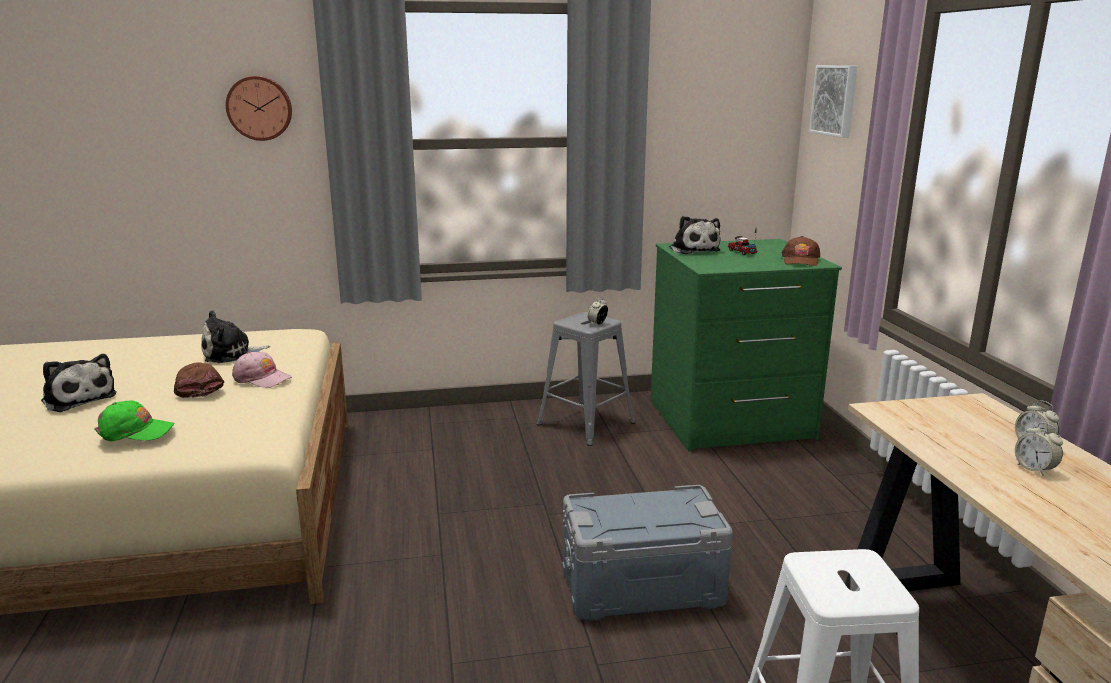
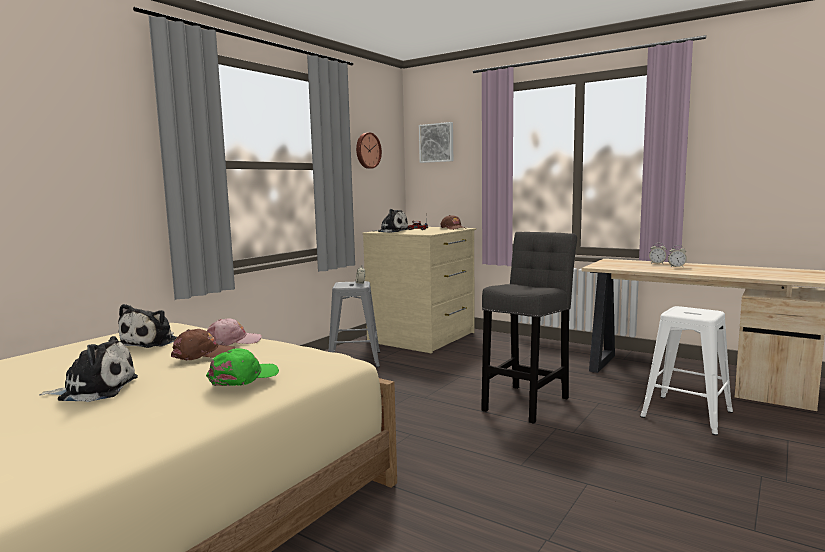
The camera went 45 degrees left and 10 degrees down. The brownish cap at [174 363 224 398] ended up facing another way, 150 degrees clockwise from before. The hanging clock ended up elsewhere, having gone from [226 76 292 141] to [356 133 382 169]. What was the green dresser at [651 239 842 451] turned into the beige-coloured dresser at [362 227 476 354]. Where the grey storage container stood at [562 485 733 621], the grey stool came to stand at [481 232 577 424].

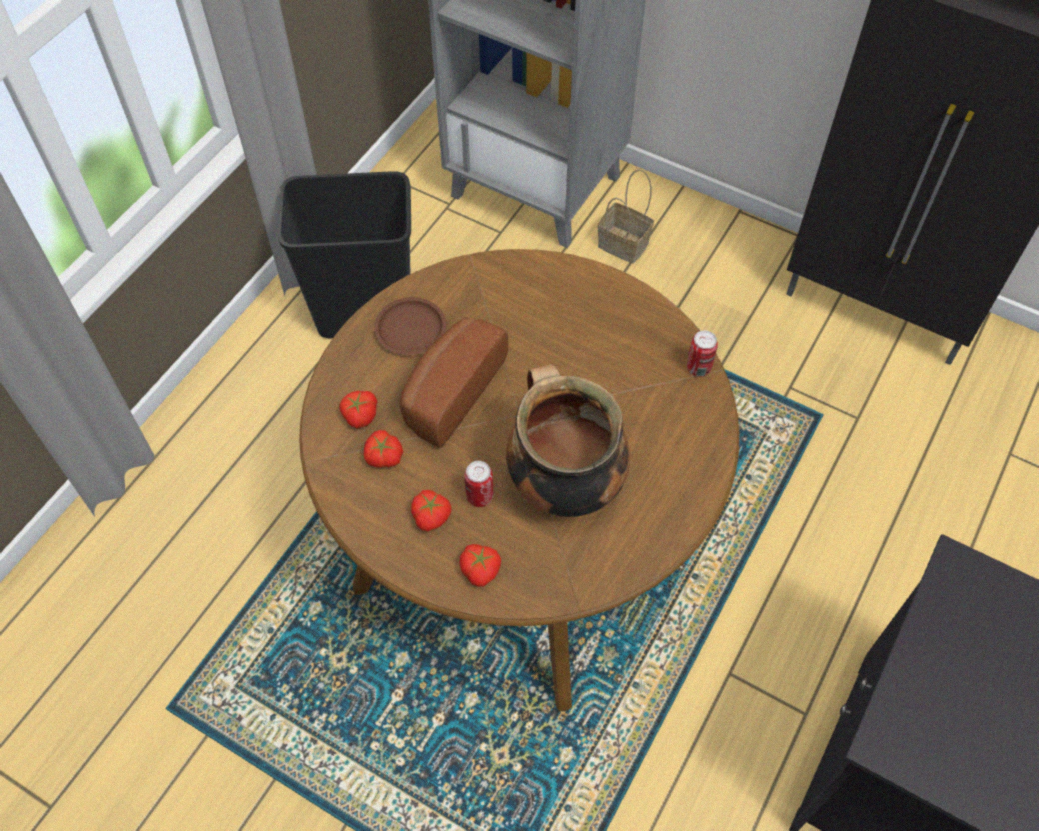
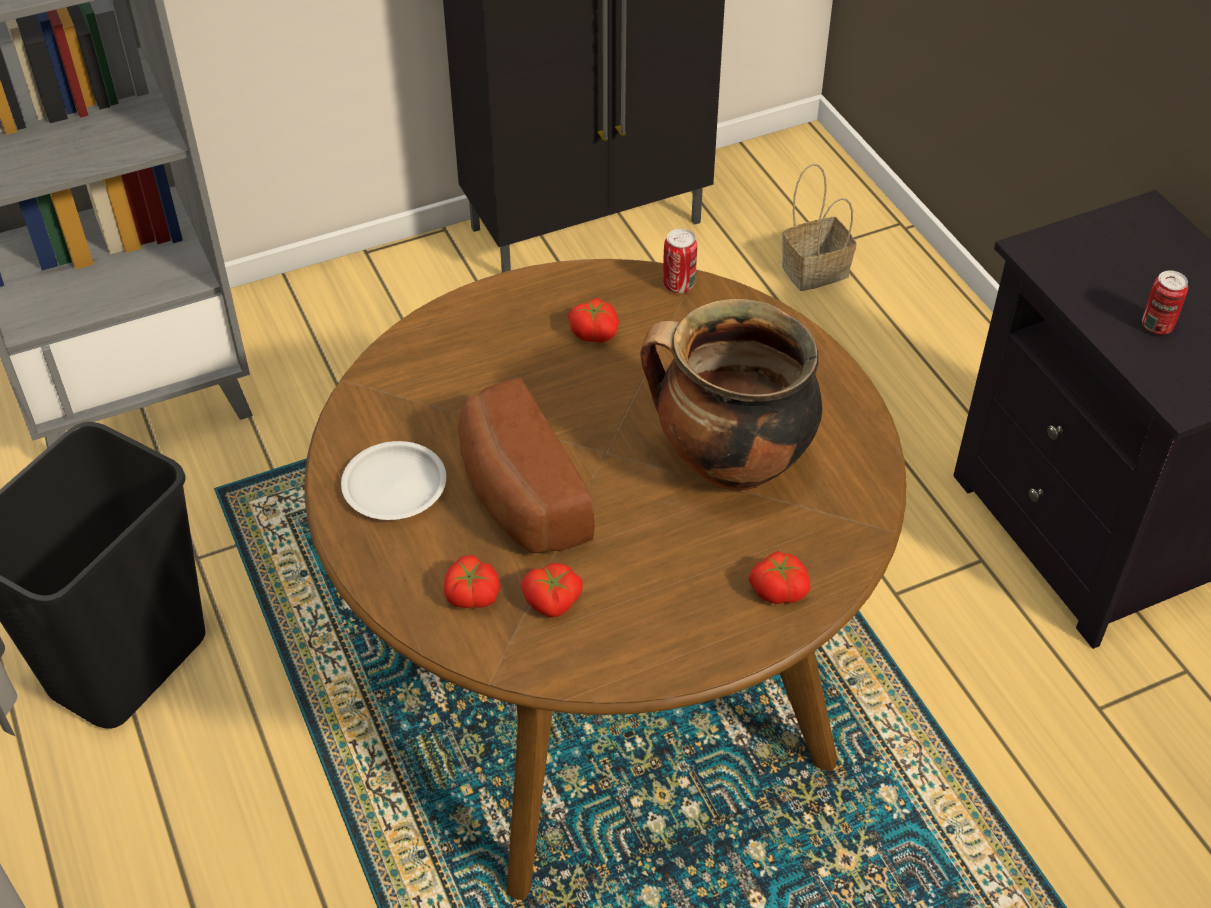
The camera went 55 degrees left and 10 degrees down. What was the brownish plate at [374 297 446 355] turned into the white-coloured plate at [341 441 446 520]. The whole tomato ended up elsewhere, having gone from [411 490 451 531] to [568 298 619 343]. The storage basket ended up elsewhere, having gone from [598 169 654 263] to [782 164 856 291]. The sealed can ended up elsewhere, having gone from [464 461 493 507] to [1142 270 1188 335].

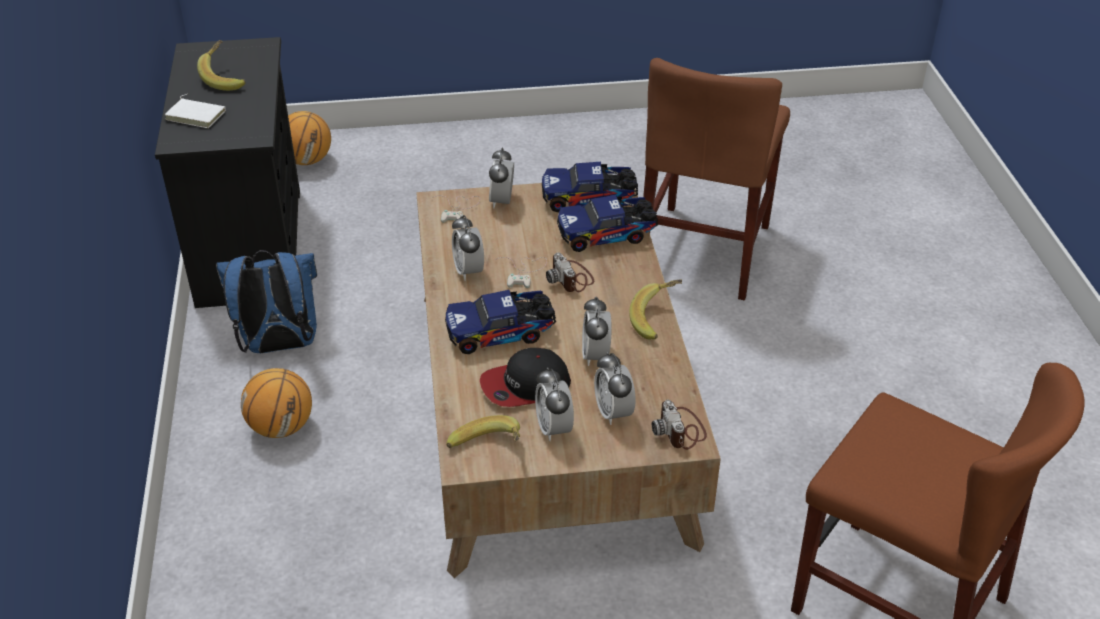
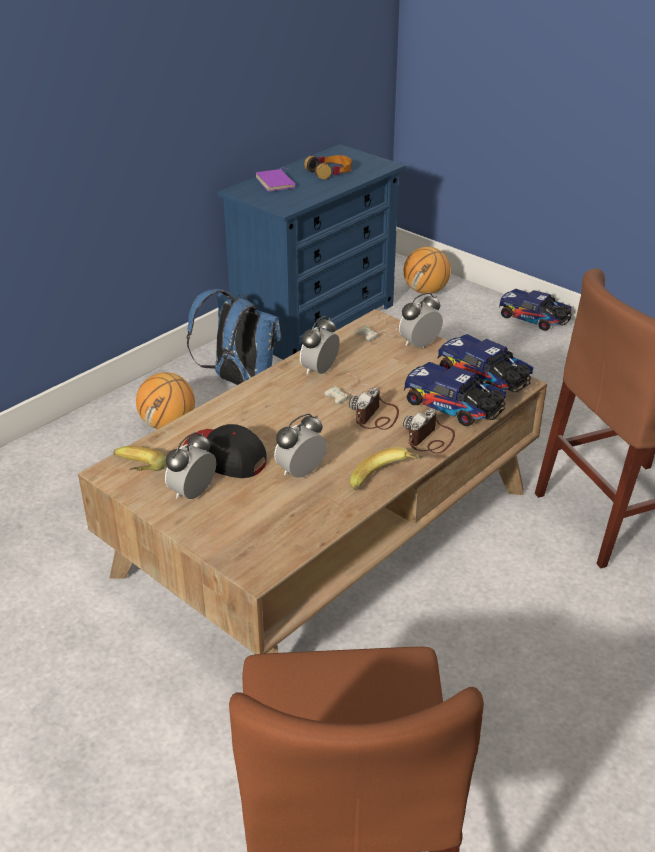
The camera went 50 degrees right and 5 degrees down. What was the blackish dresser at [155 37 300 308] turned into the bluish dresser at [218 144 406 360]. What was the white-coloured volume at [165 94 226 128] turned into the purple volume at [256 168 295 192]. Where the banana fruit stood at [197 40 245 91], the headset came to stand at [304 155 352 180]. The still camera ended up elsewhere, having gone from [652 400 707 450] to [403 408 455 454]. The model truck ended up elsewhere, having gone from [445 290 556 354] to [499 289 572 331]. The second view lost the alarm clock at [594 352 636 425].

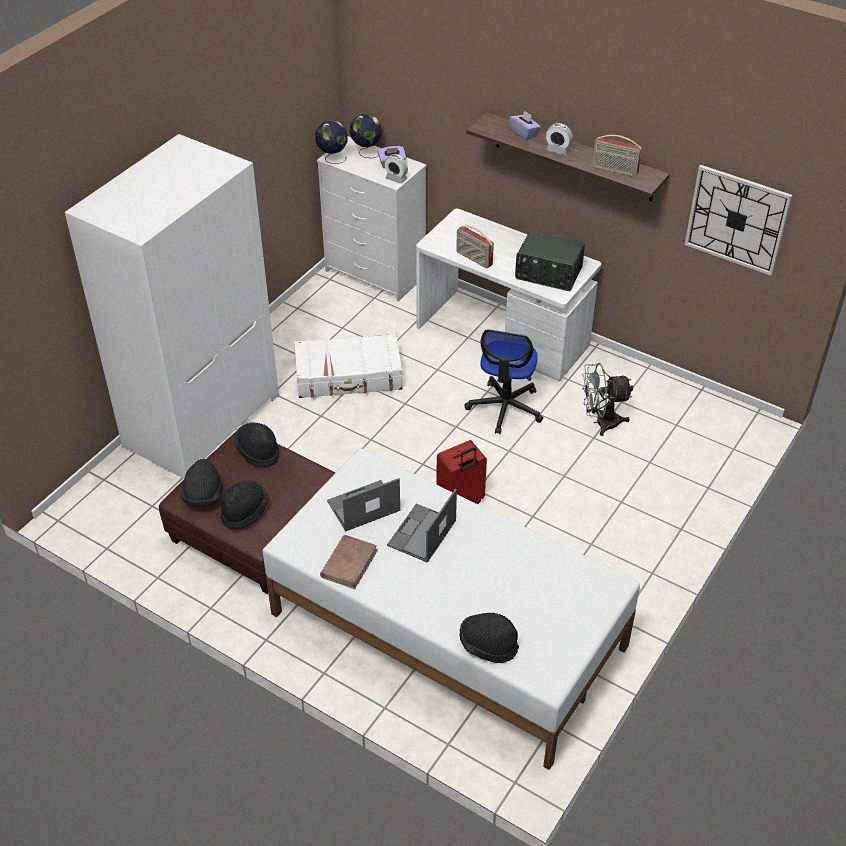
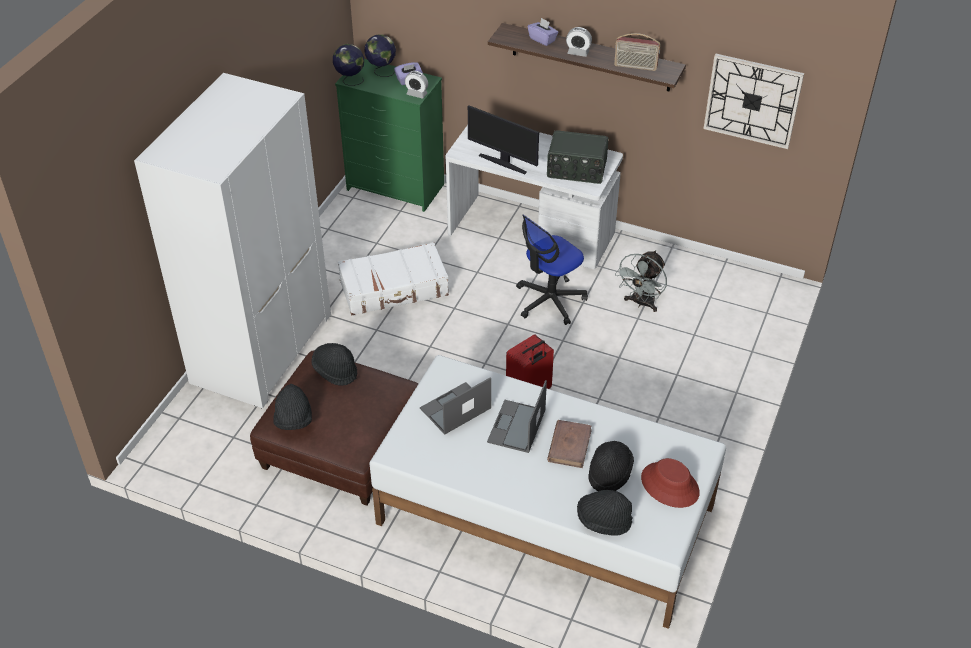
The camera went 10 degrees left and 0 degrees up. What was the white-coloured dresser at [317 136 426 302] turned into the green dresser at [335 59 444 212]. Where the radio receiver stood at [456 226 494 269], the monitor came to stand at [468 105 539 174]. The office chair at [465 330 543 434] ended up facing another way, 45 degrees clockwise from before. The brownish volume ended up elsewhere, having gone from [320 535 378 589] to [547 420 592 468]. The blackish wearable hat ended up elsewhere, having gone from [221 481 268 530] to [588 441 634 491]. The grey electric fan at [582 363 633 436] ended up facing another way, 45 degrees counterclockwise from before. The second view gained the reddish wearable hat at [641 458 700 508].

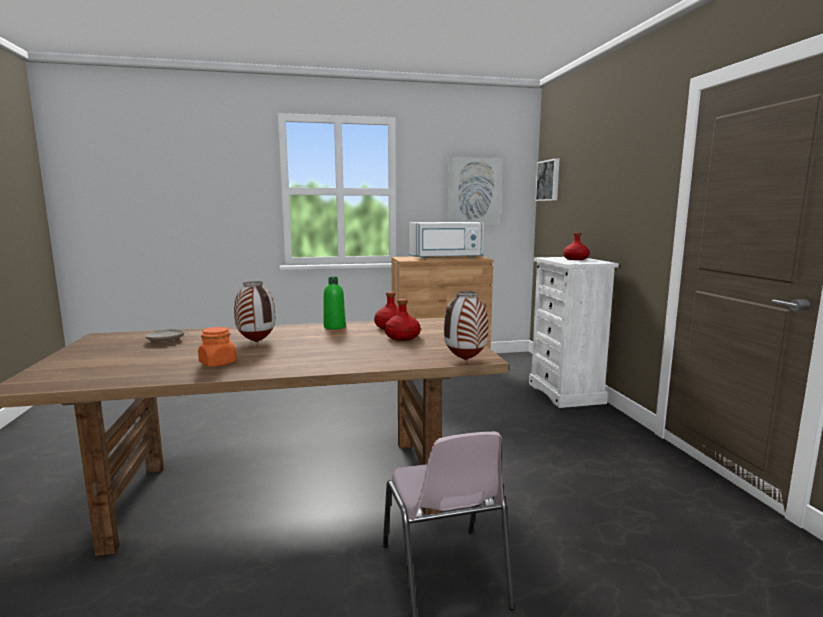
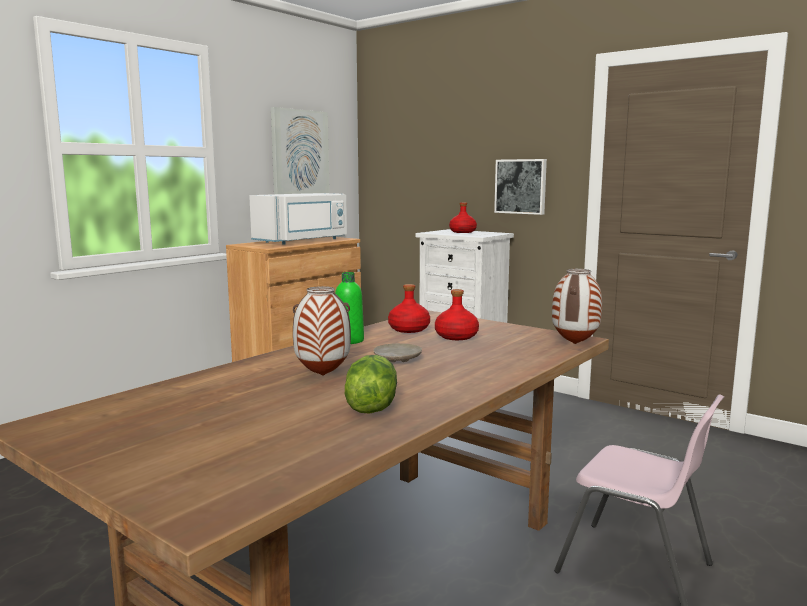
The camera went 40 degrees left and 0 degrees up. Where the orange preserve jar stood at [198 327 237 367], the head of lettuce came to stand at [345 355 397 414]. The beige-coloured plate ended up elsewhere, having gone from [145 329 184 343] to [373 343 422 362]. The picture ended up elsewhere, having gone from [535 159 559 201] to [494 159 547 215].

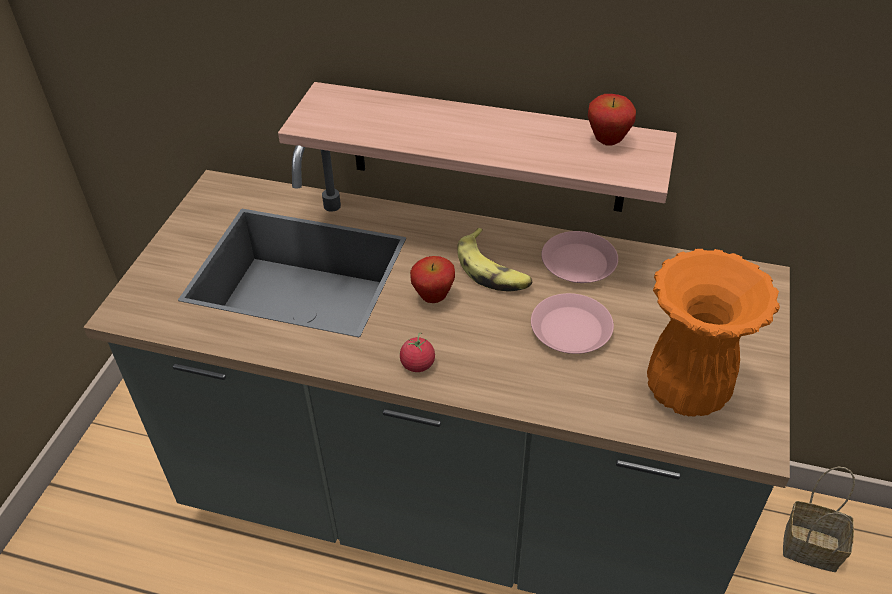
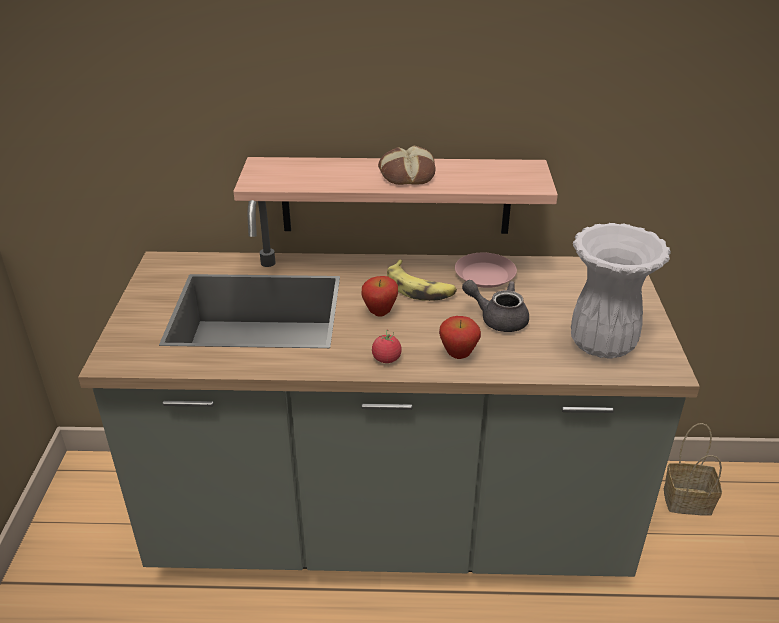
The camera went 15 degrees left and 10 degrees down. The second view gained the bakery bread at [378 146 435 185]. The apple fruit ended up elsewhere, having gone from [588 94 636 146] to [439 316 481 359]. Where the pinkish plate stood at [531 293 614 354], the grey teapot came to stand at [462 280 529 332]. What was the orange decorative vase at [647 249 780 416] turned into the white-coloured decorative vase at [571 223 671 359].

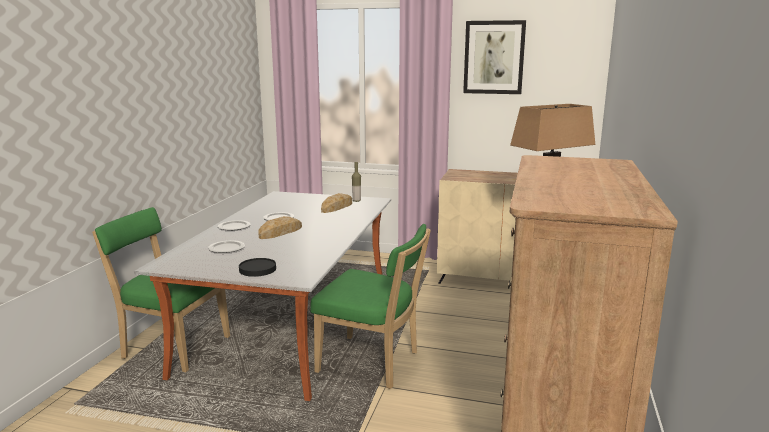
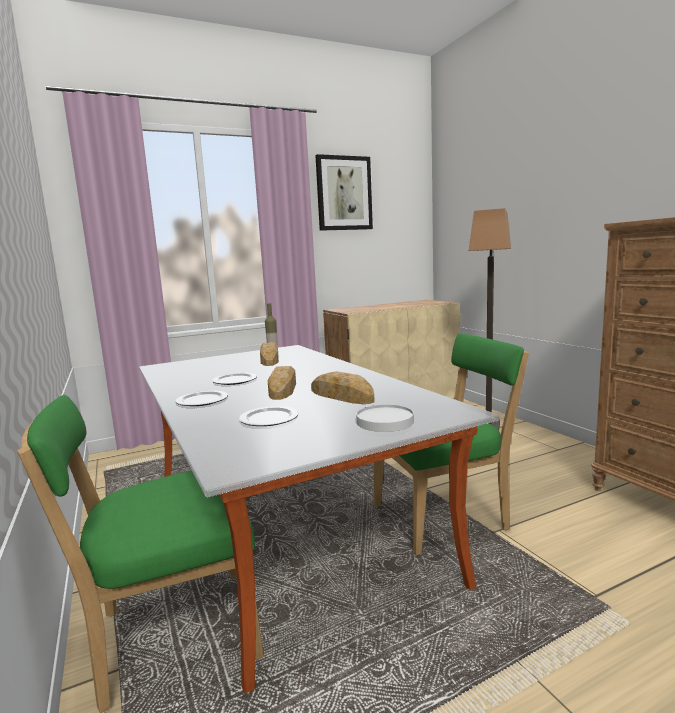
The camera went 40 degrees left and 5 degrees down. The second view gained the bakery bread at [311 371 375 404]. What was the blackish plate at [239 258 276 277] turned into the white-coloured plate at [356 404 414 432].

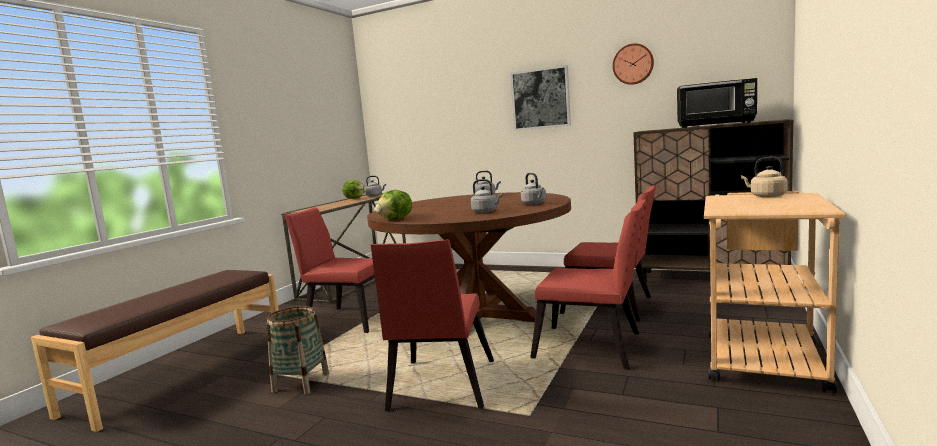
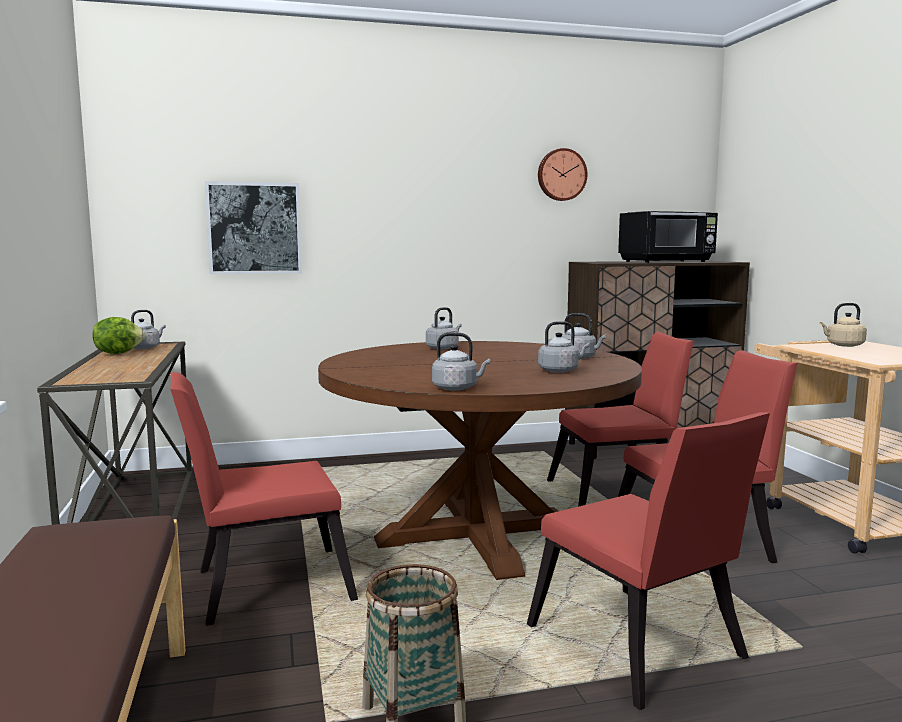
The camera went 40 degrees left and 0 degrees up. The picture ended up elsewhere, having gone from [510 65 571 131] to [205 181 302 274]. Where the head of lettuce stood at [375 190 412 220], the grey tea kettle came to stand at [432 332 490 391].

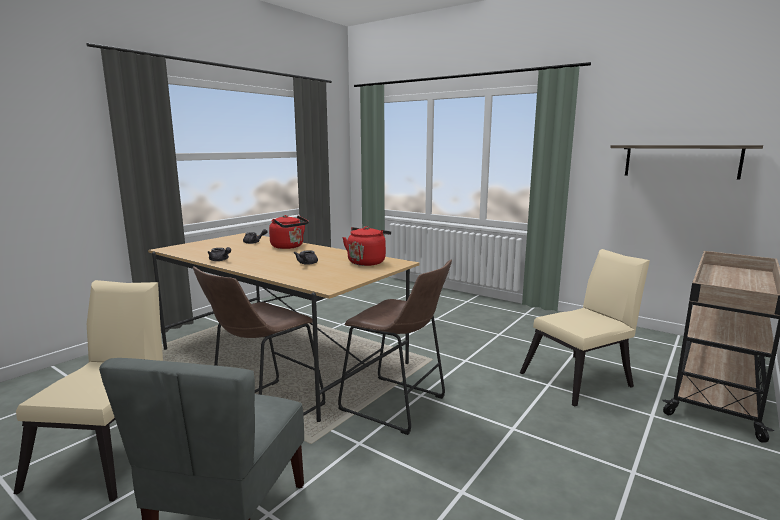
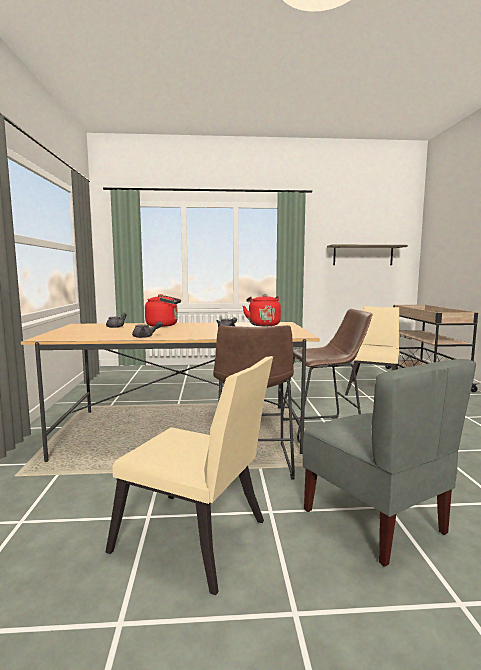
The camera went 40 degrees left and 5 degrees down. The beige-coloured plain chair at [14 280 163 502] ended up facing another way, 150 degrees clockwise from before.

